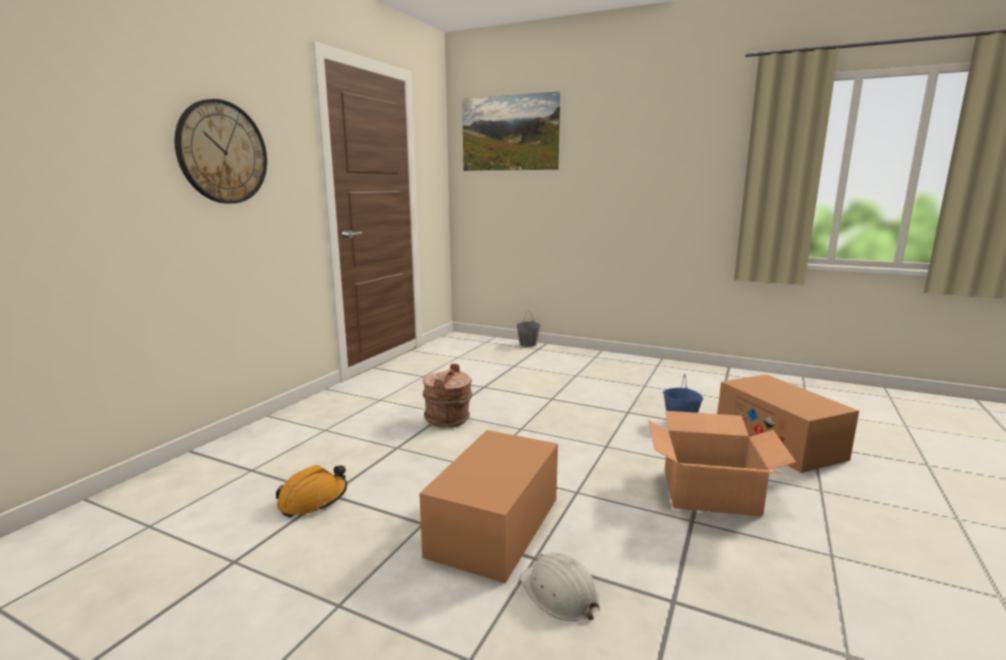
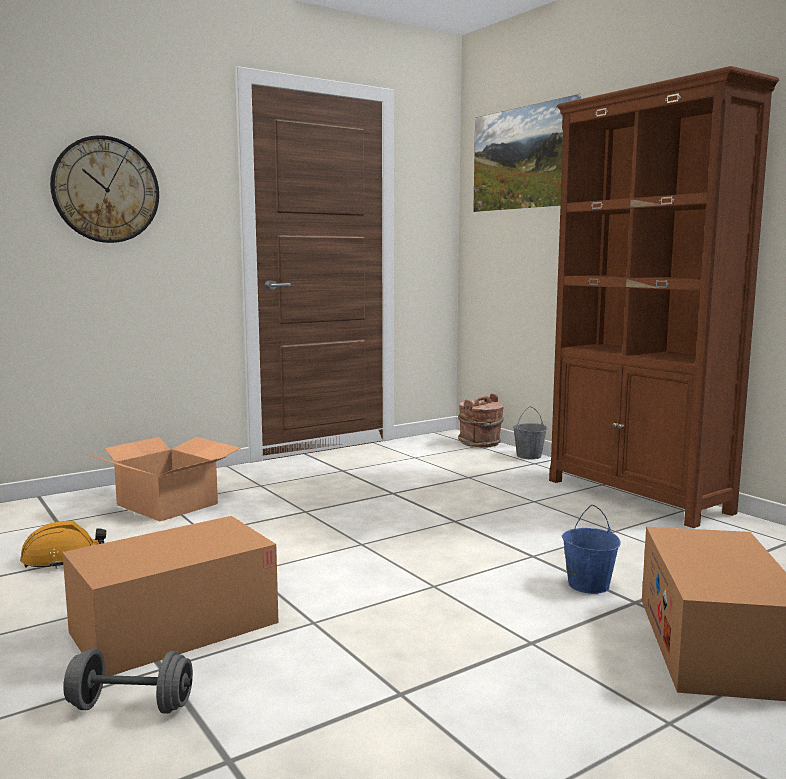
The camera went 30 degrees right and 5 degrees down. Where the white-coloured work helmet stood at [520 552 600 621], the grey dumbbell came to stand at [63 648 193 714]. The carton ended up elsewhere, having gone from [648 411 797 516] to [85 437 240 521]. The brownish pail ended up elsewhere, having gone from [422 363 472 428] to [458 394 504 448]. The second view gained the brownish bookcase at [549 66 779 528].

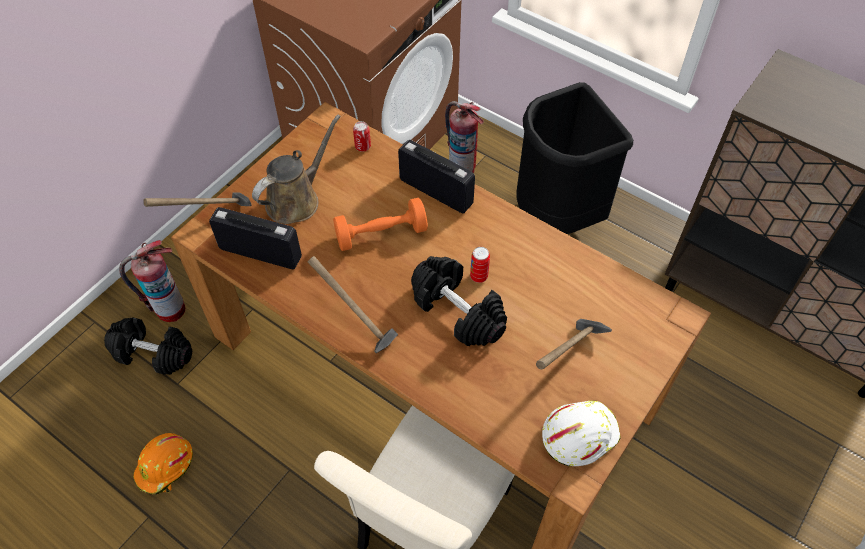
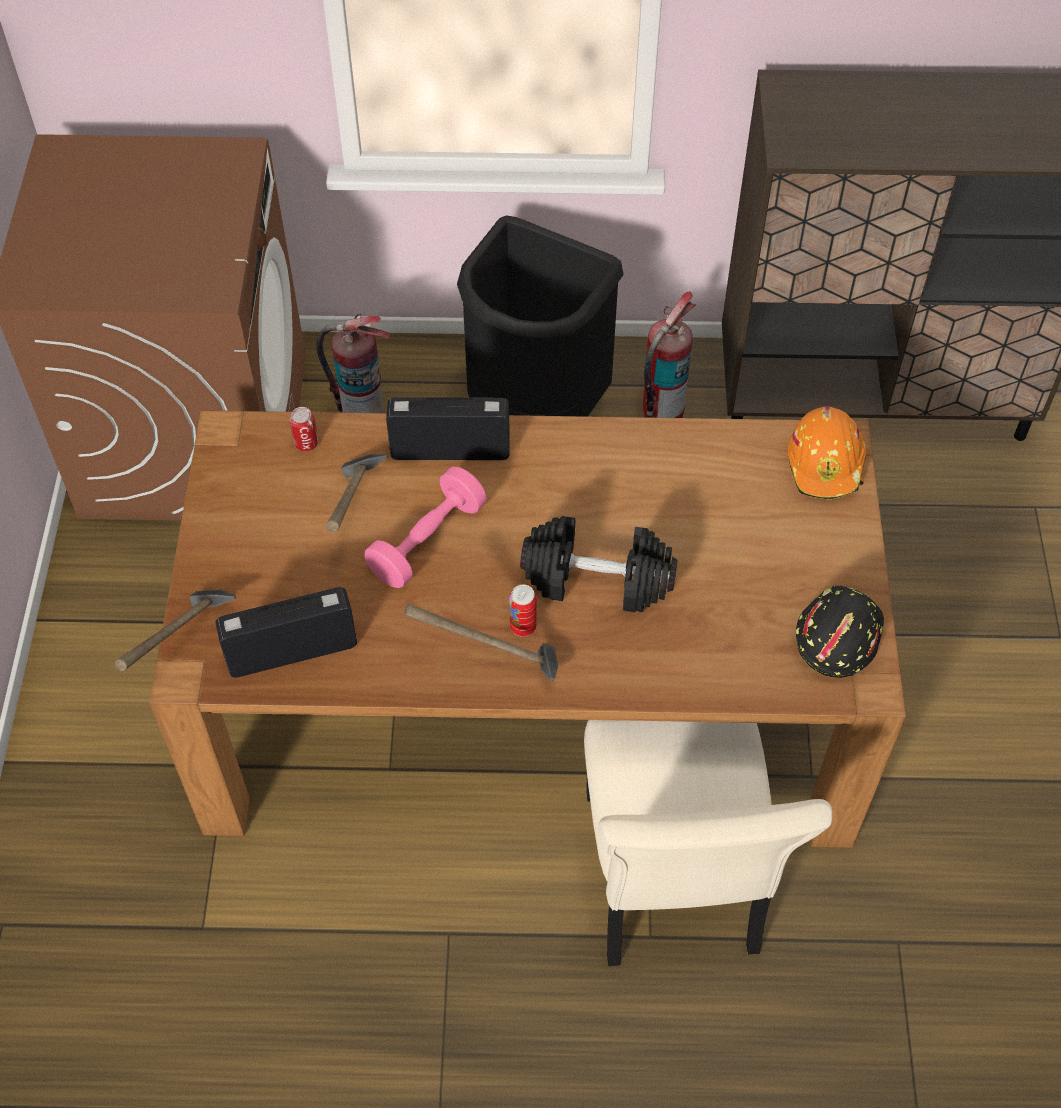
The camera went 35 degrees left and 0 degrees up. The hand hammer ended up elsewhere, having gone from [536 319 612 369] to [326 454 388 532]. What was the orange dumbbell at [333 198 428 251] turned into the pinkish dumbbell at [365 467 487 588]. The sealed can ended up elsewhere, having gone from [470 247 490 283] to [509 585 537 637]. The fire-fighting cylinder ended up elsewhere, having gone from [119 240 185 322] to [643 292 697 418]. The orange work helmet ended up elsewhere, having gone from [133 433 193 494] to [787 406 866 500]. What was the white-coloured work helmet at [542 401 620 466] turned into the blackish work helmet at [796 585 884 678]. The second view lost the blackish dumbbell at [104 318 192 375]. The second view lost the brownish watering pot at [252 115 341 224].

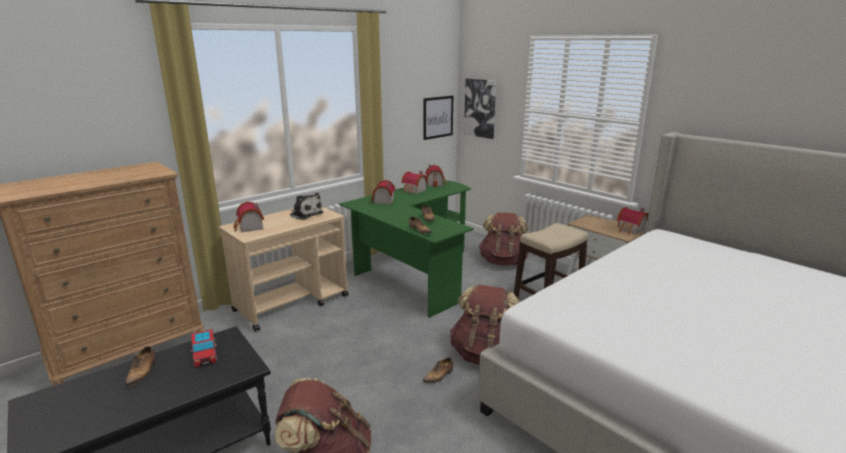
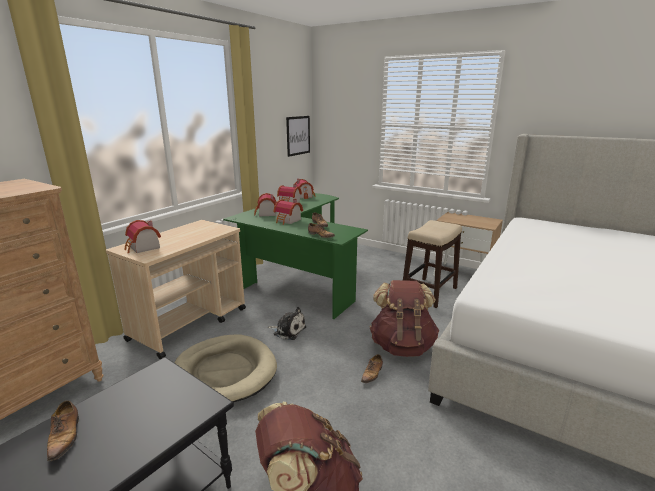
The camera went 15 degrees left and 0 degrees up. The second view gained the beige-coloured dog bed at [175 334 277 403]. The cuddly toy ended up elsewhere, having gone from [290 193 323 220] to [268 307 306 340]. The toy house ended up elsewhere, having gone from [617 207 649 235] to [274 199 303 225]. The second view lost the model car at [190 329 217 368]. The second view lost the picture at [464 78 496 139]. The second view lost the brownish backpack at [479 212 529 266].

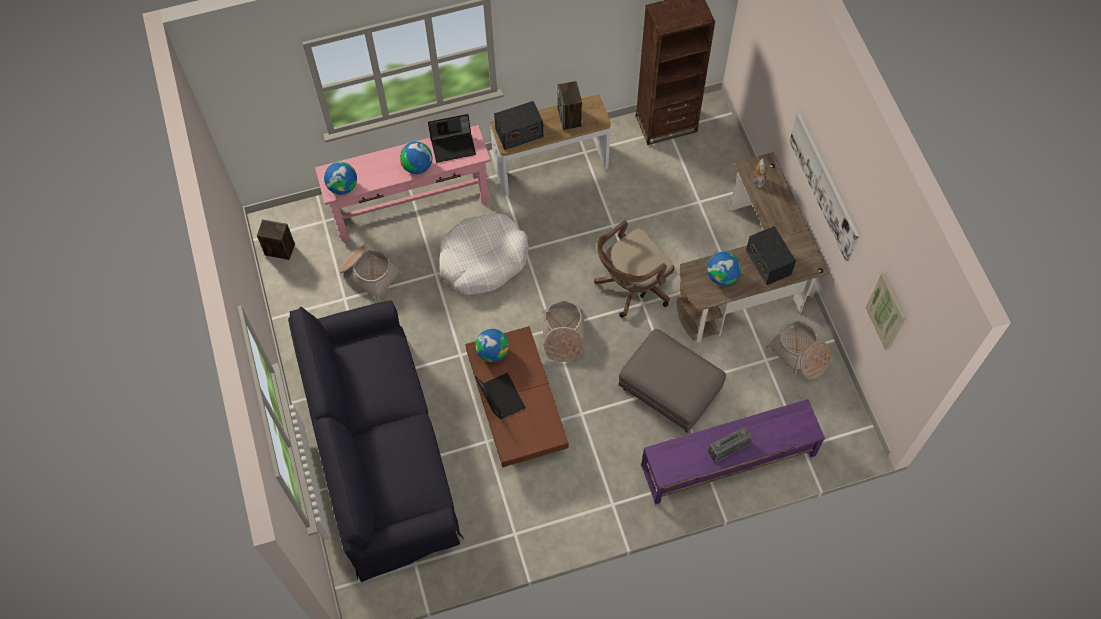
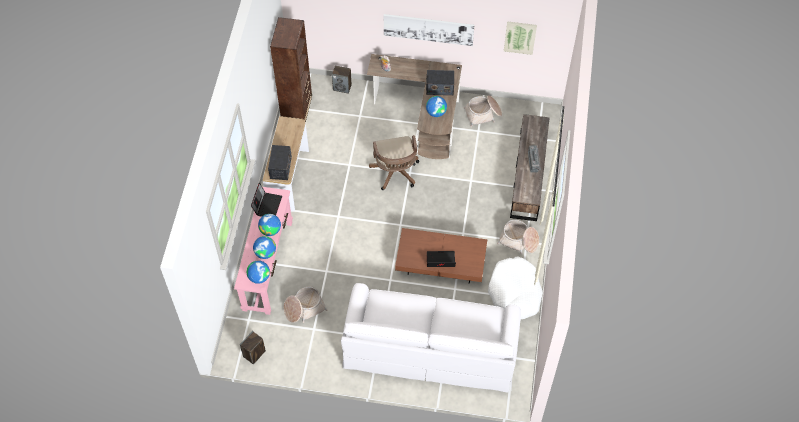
The camera went 65 degrees left and 5 degrees down. The desk globe ended up elsewhere, having gone from [475 329 509 362] to [253 236 276 259]. The audio speaker ended up elsewhere, having gone from [557 81 582 130] to [332 66 352 94]. What was the blackish sofa at [288 300 464 582] turned into the white-coloured sofa at [341 283 521 392]. The white-coloured dog bed ended up elsewhere, having gone from [439 213 529 295] to [488 257 543 320]. The storage basket ended up elsewhere, having gone from [543 301 584 362] to [497 220 539 254]. What was the purple media console at [641 399 825 504] turned into the brownish media console at [510 114 550 221]. The second view lost the grey footrest at [619 329 726 433].

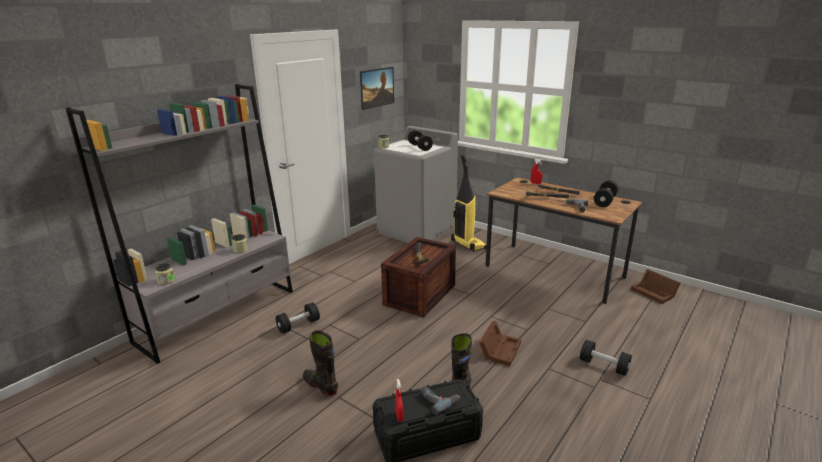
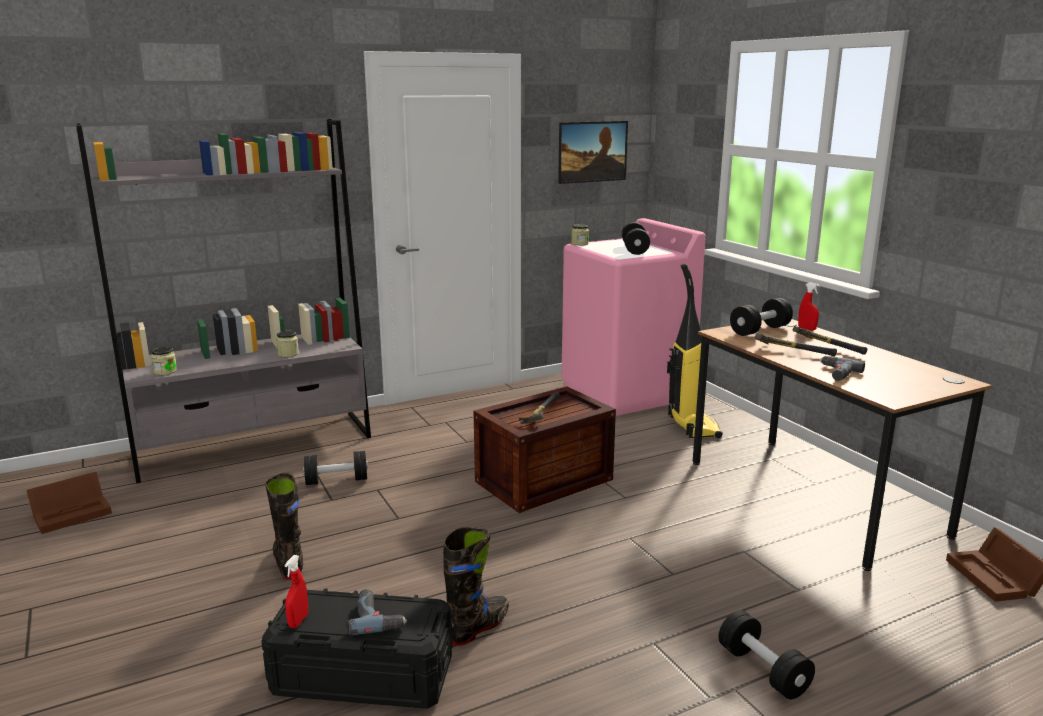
The camera went 25 degrees right and 5 degrees down. The brownish storage container ended up elsewhere, having gone from [479 321 521 366] to [26 472 112 534]. What was the grey laundry appliance at [374 126 458 243] turned into the pinkish laundry appliance at [561 218 706 416]. The blackish dumbbell ended up elsewhere, having gone from [594 180 618 207] to [730 298 793 336].

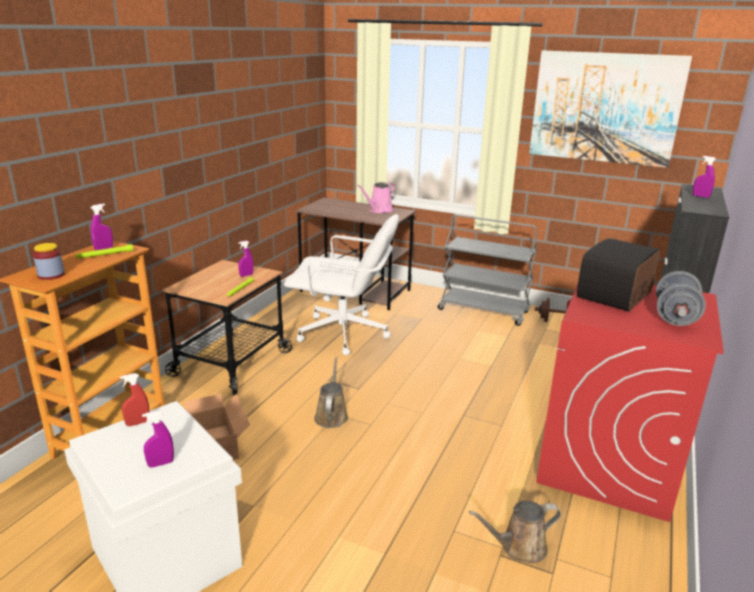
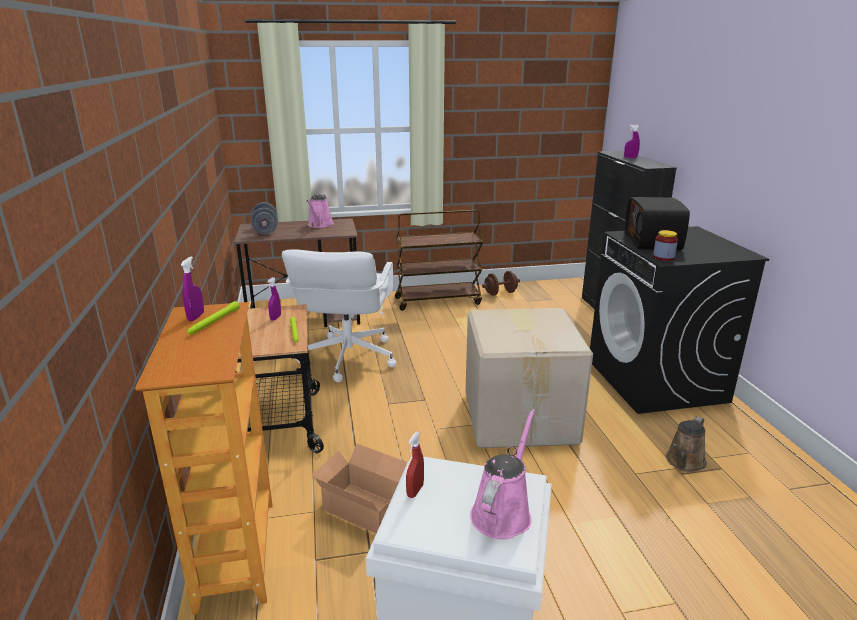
The camera went 35 degrees left and 0 degrees up. The grey dumbbell ended up elsewhere, having gone from [656 271 706 326] to [251 202 278 234]. The white-coloured office chair at [284 214 399 355] ended up facing another way, 120 degrees clockwise from before. What was the grey cart at [438 214 537 326] turned into the brownish cart at [395 210 483 311]. The second view gained the carton at [465 308 593 448]. Where the purple spray bottle stood at [142 410 174 468], the pinkish watering pot came to stand at [470 409 535 539]. What was the reddish laundry appliance at [536 284 724 522] turned into the blackish laundry appliance at [590 226 769 414]. The preserve jar ended up elsewhere, having gone from [33 243 65 280] to [653 230 678 261]. The second view lost the brownish watering pot at [314 357 348 428]. The second view lost the picture at [529 51 692 168].

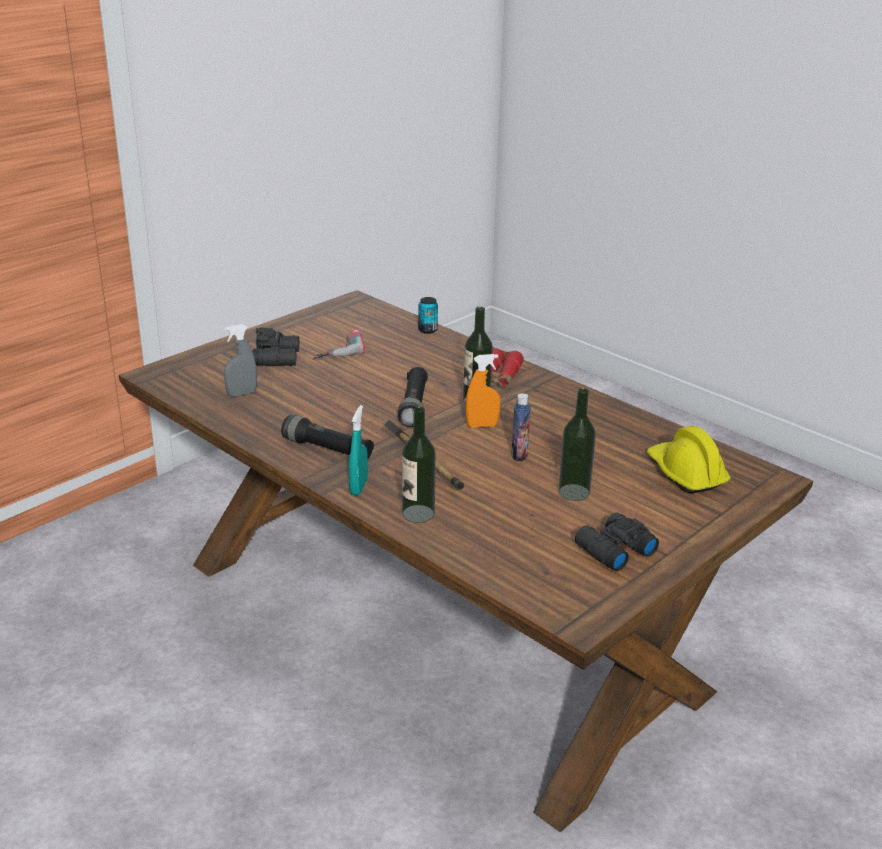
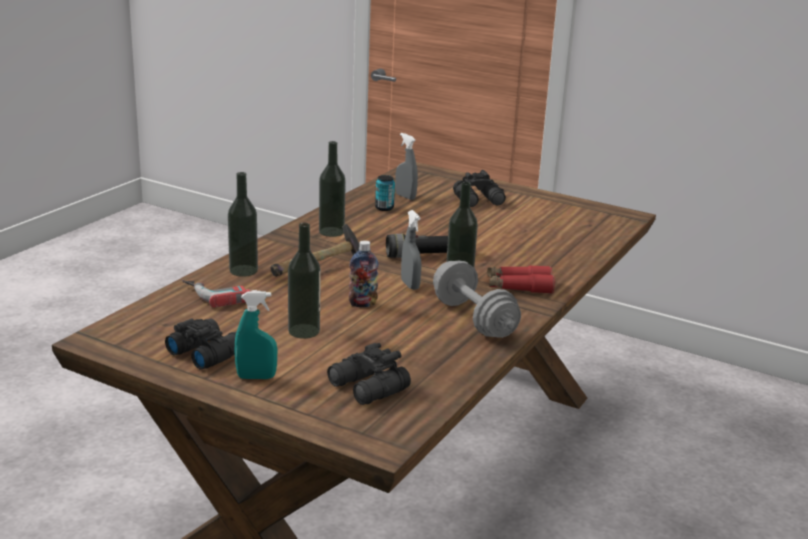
The camera went 75 degrees right and 5 degrees down. The power drill ended up elsewhere, having gone from [312 330 365 359] to [182 279 261 308]. The blue-green spray bottle ended up elsewhere, having gone from [349 405 368 495] to [235 292 277 379]. Where the blackish flashlight stood at [281 415 374 459], the beverage bottle came to stand at [319 141 346 237]. Where the yellow work helmet stood at [647 426 731 493], the blackish field glasses came to stand at [327 343 411 405]. The sealed can ended up elsewhere, having gone from [418 297 438 334] to [375 175 395 211]. What was the orange spray bottle at [465 354 501 428] turned into the grey spray bottle at [401 210 421 290]. The second view gained the grey dumbbell at [433 260 521 338].

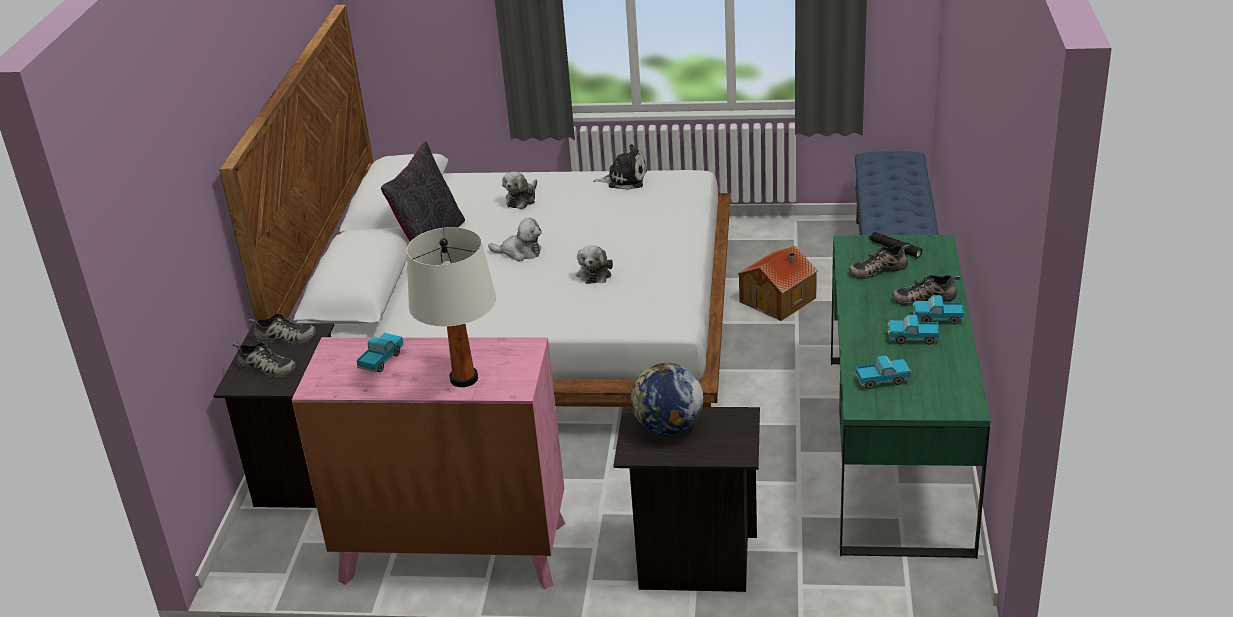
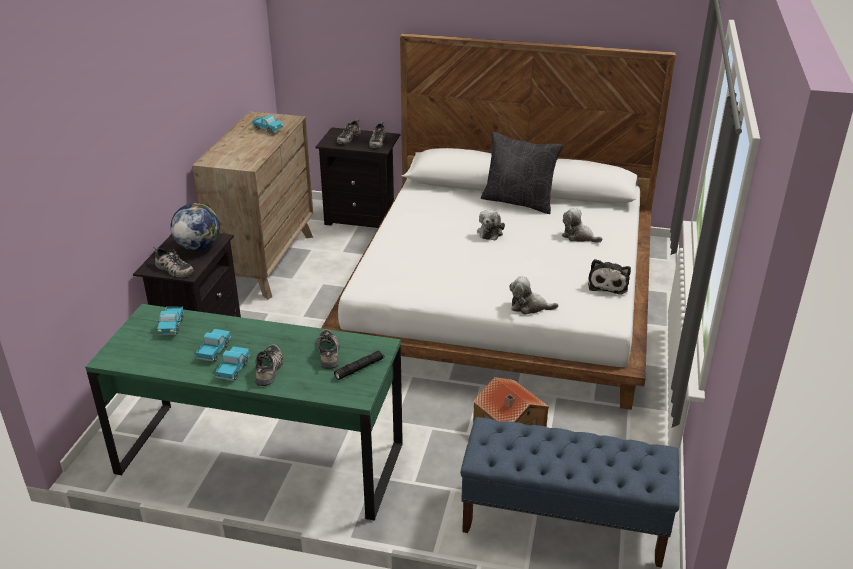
The camera went 95 degrees right and 0 degrees up. The second view gained the shoe at [153 246 194 277]. What was the pinkish dresser at [292 337 565 589] turned into the brownish dresser at [192 111 313 299]. The cuddly toy ended up elsewhere, having gone from [576 245 613 284] to [509 276 559 315]. The second view lost the white-coloured tabletop lamp at [407 227 496 387].

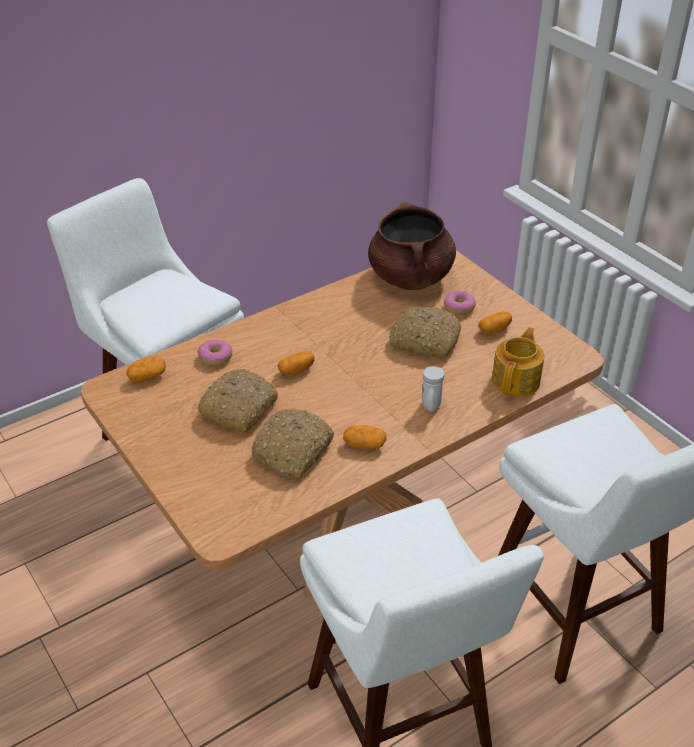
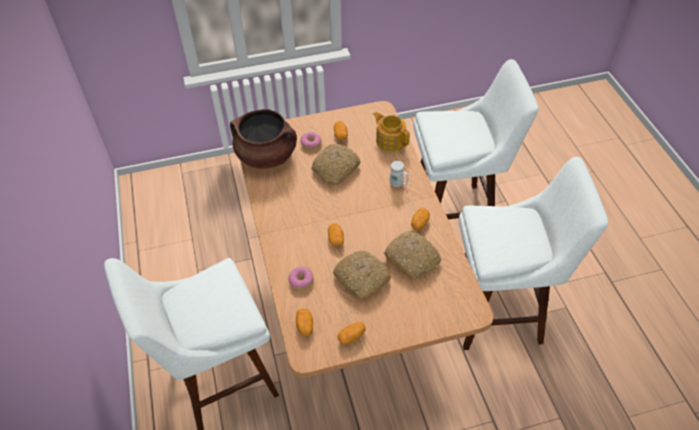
The camera went 70 degrees left and 10 degrees up. The second view gained the spud at [338 322 365 344].

